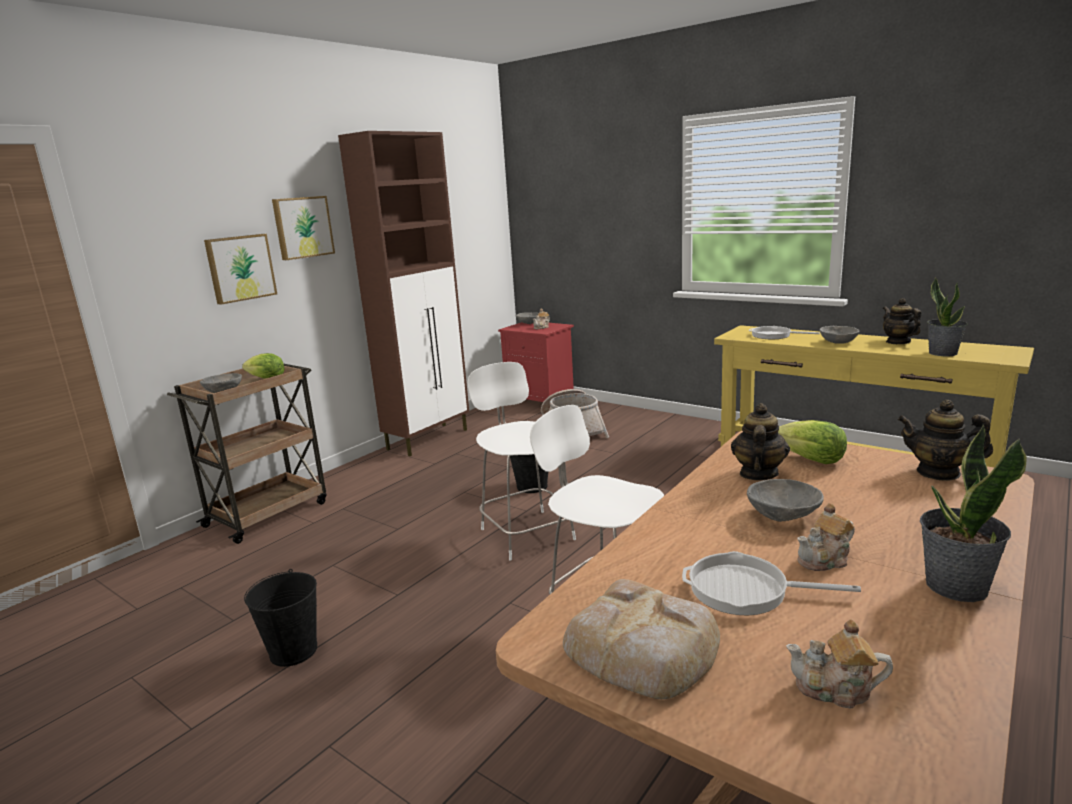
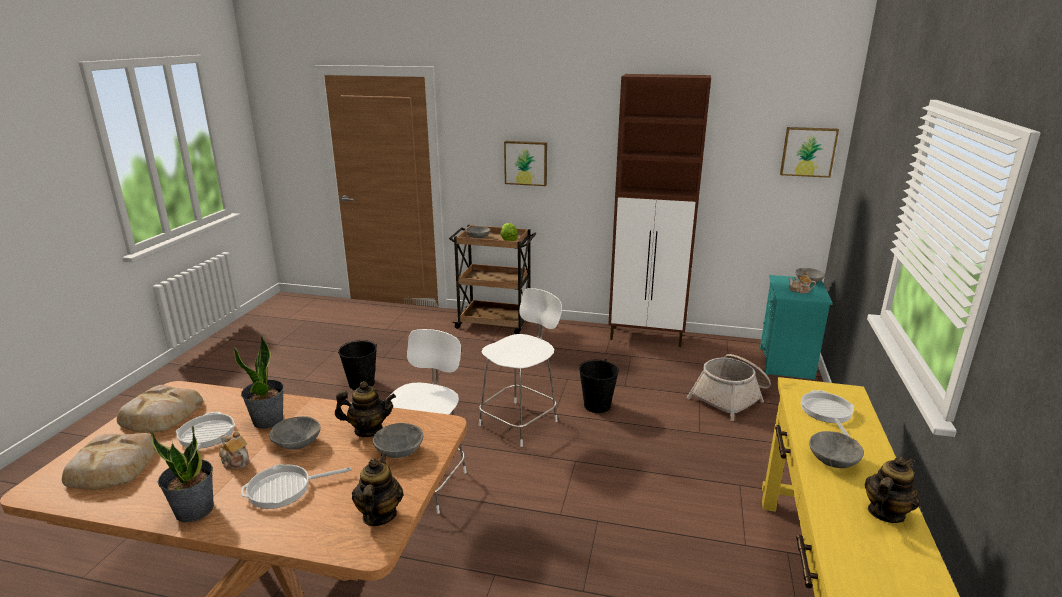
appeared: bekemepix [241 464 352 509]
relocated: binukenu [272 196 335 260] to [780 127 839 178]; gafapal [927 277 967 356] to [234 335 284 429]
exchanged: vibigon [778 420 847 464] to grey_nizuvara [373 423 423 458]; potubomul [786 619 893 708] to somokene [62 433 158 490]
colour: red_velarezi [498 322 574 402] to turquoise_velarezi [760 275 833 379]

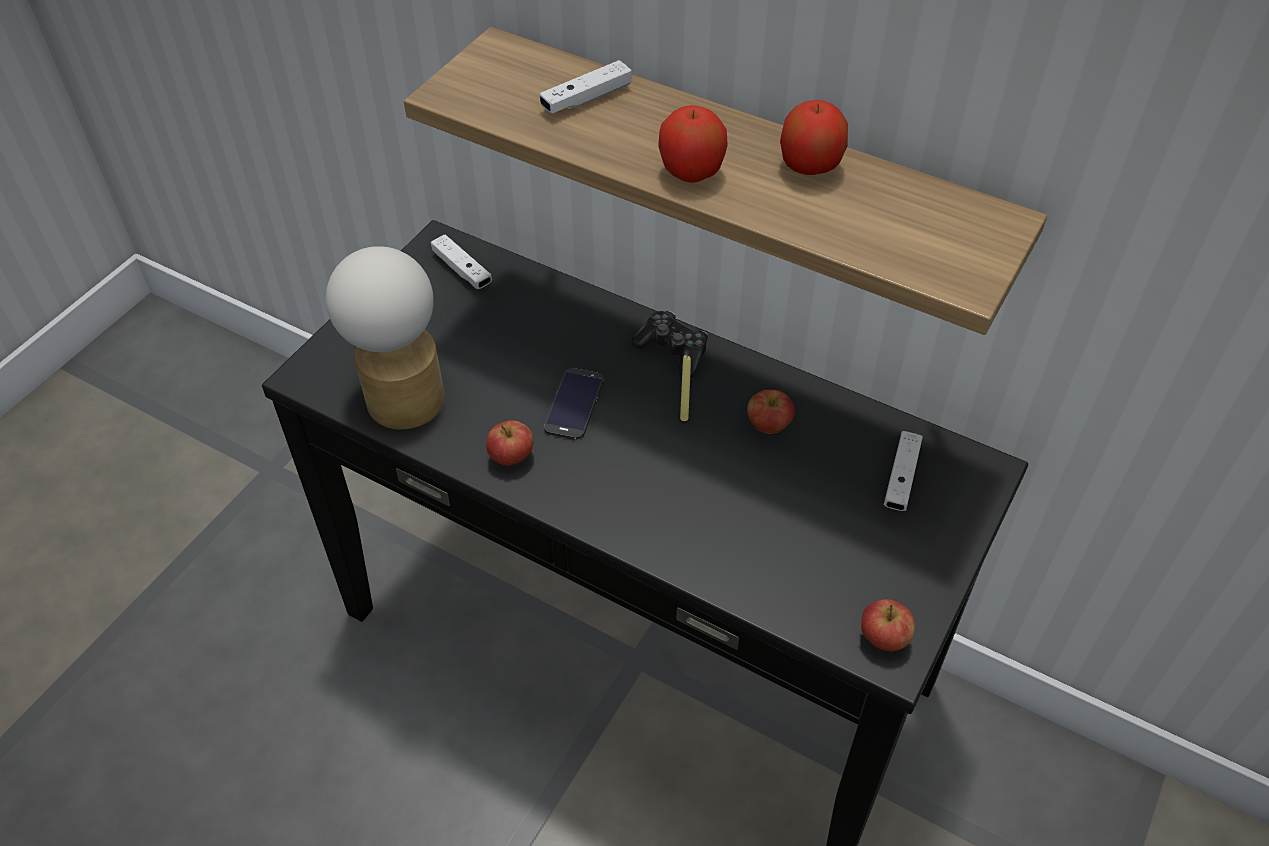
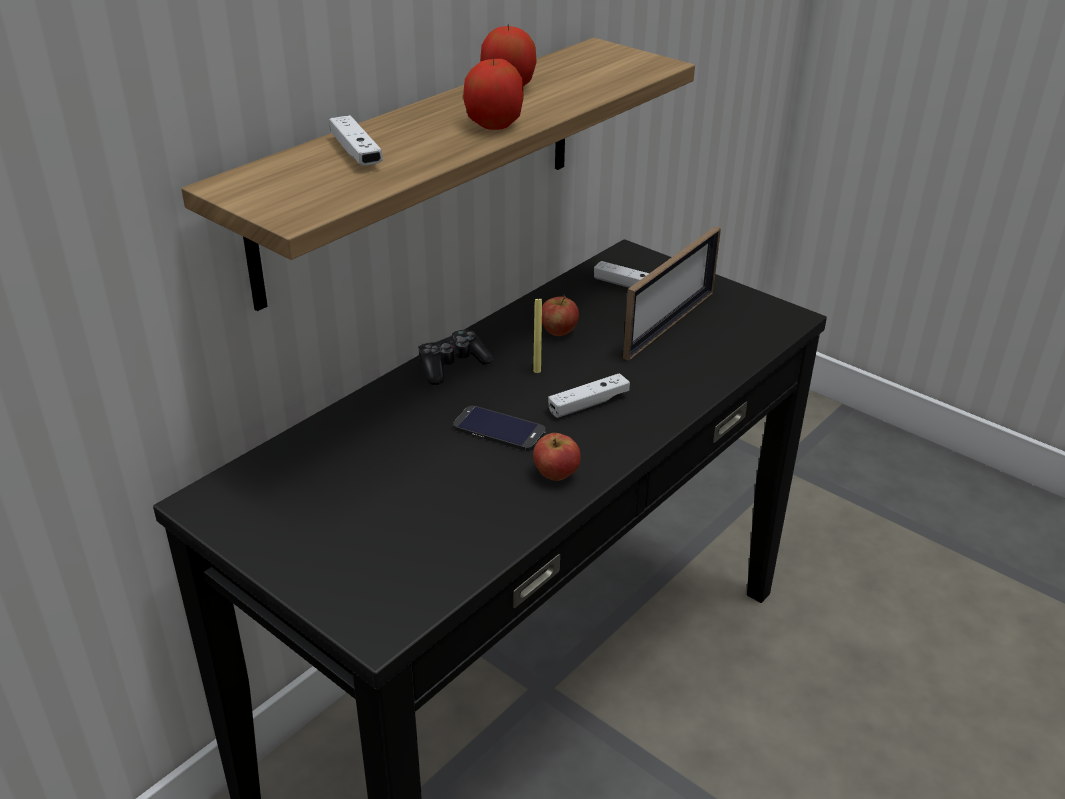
missing: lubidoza [326 246 445 430]; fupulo [861 599 915 652]
appeared: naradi [623 226 721 361]
relocated: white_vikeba [431 234 492 289] to [548 373 630 418]

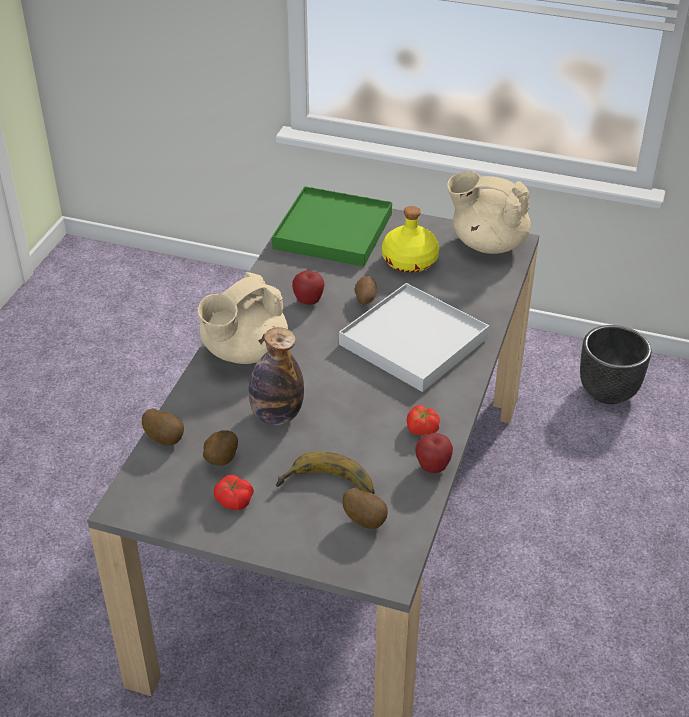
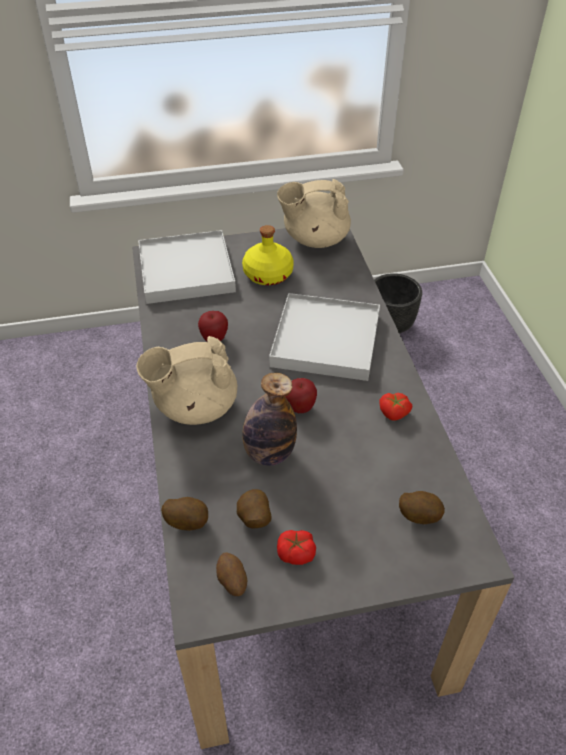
missing: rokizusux [276 452 375 494]
relocated: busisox [354 275 377 305] to [216 552 247 596]; fupulo [415 433 453 473] to [286 378 317 413]
colour: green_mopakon [272 186 392 267] to white_mopakon [138 230 236 304]
spun: beige_potubomul [197 272 288 364] = [136 336 237 425] 60 degrees clockwise

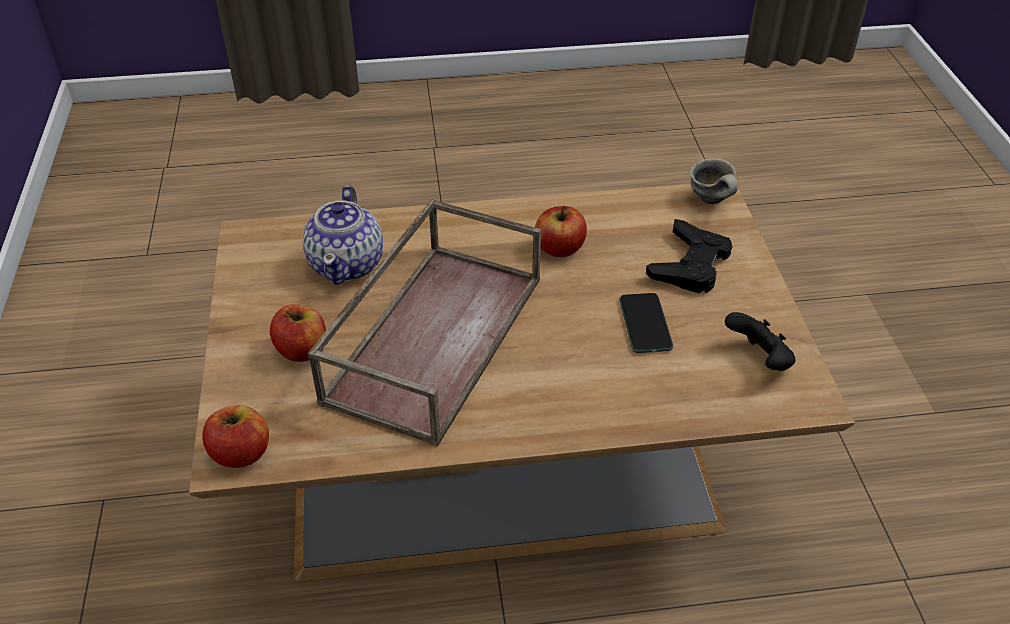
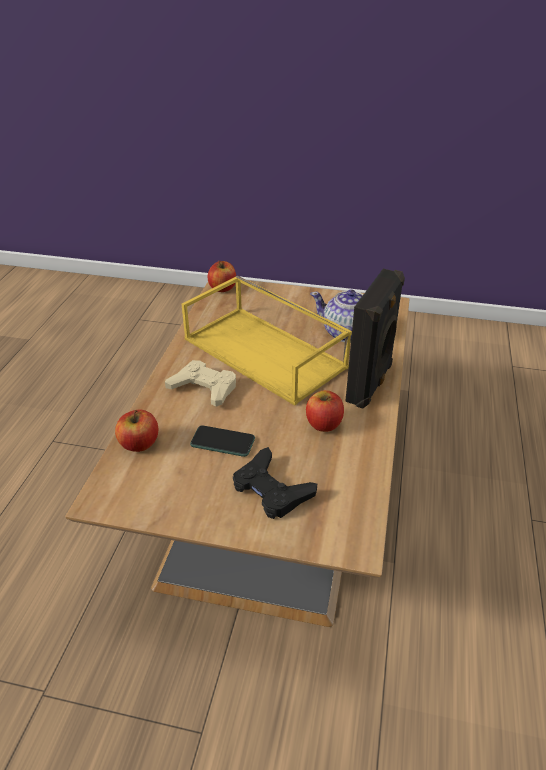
missing: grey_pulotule [690 158 738 204]; black_vikeba [725 312 796 371]
appeared: beige_vikeba [165 360 236 407]; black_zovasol [345 269 405 409]
relocated: fupulo [270 304 326 362] to [115 409 158 452]
colour: brown_mopakon [308 199 541 447] to yellow_mopakon [182 276 352 406]

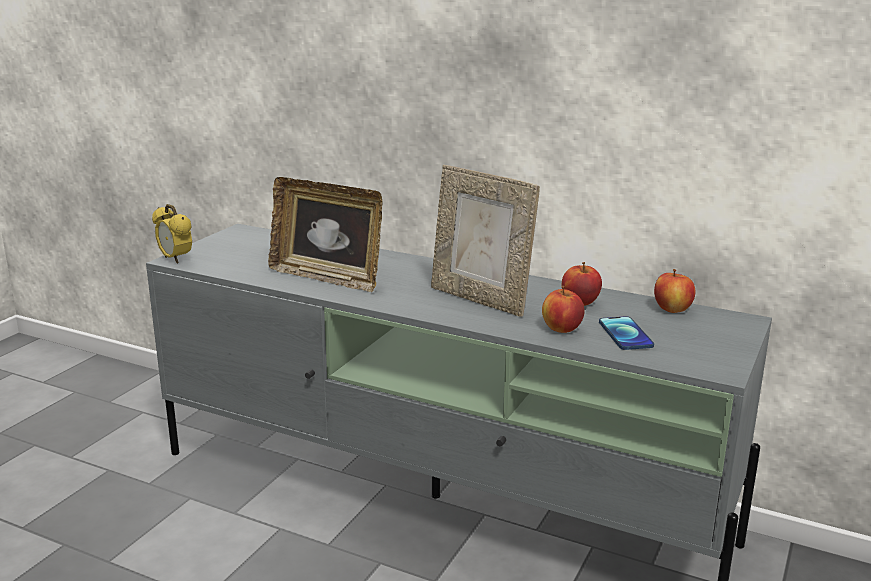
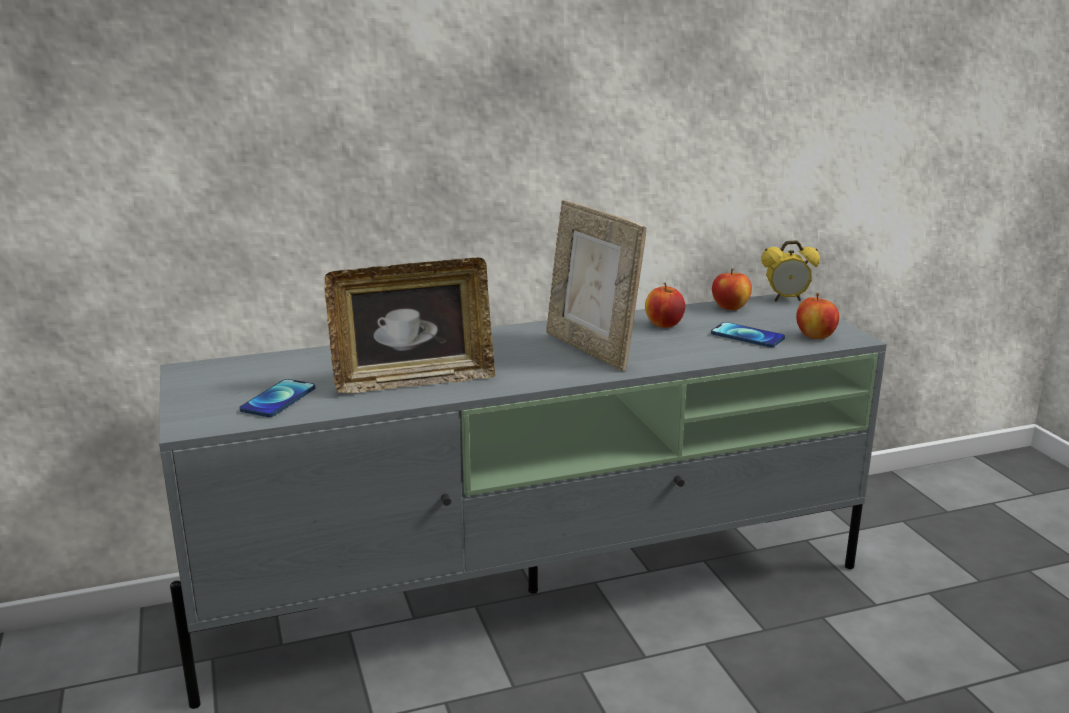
appeared: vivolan [240 379 315 417]
relocated: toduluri [152 204 192 263] to [761 240 820 301]; fupulo [542 286 585 333] to [796 293 839 339]
spun: naradi [431 165 540 317] = [546 200 646 371] 60 degrees clockwise

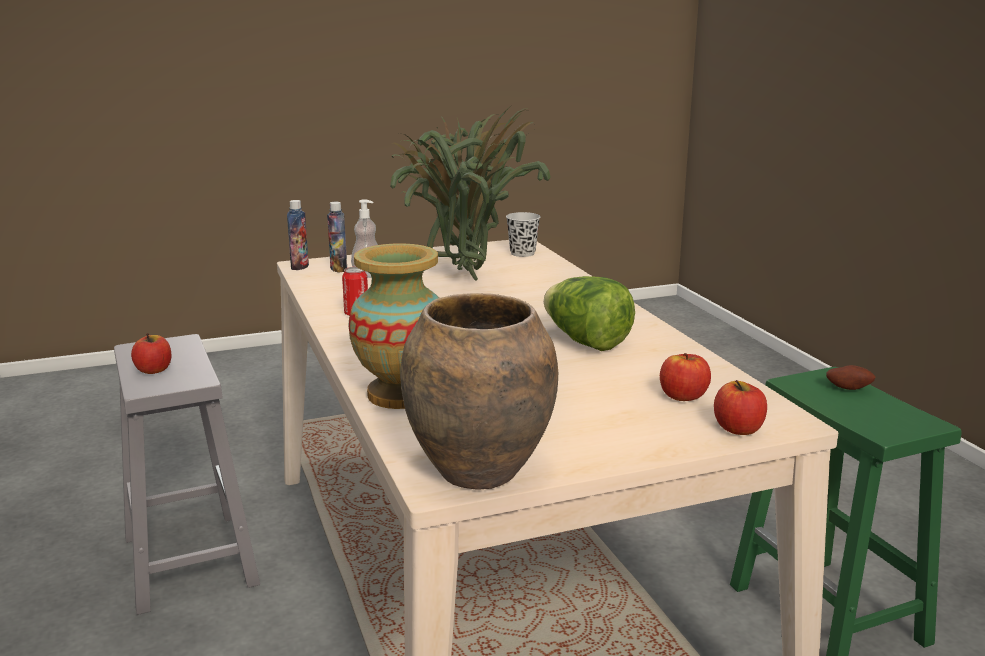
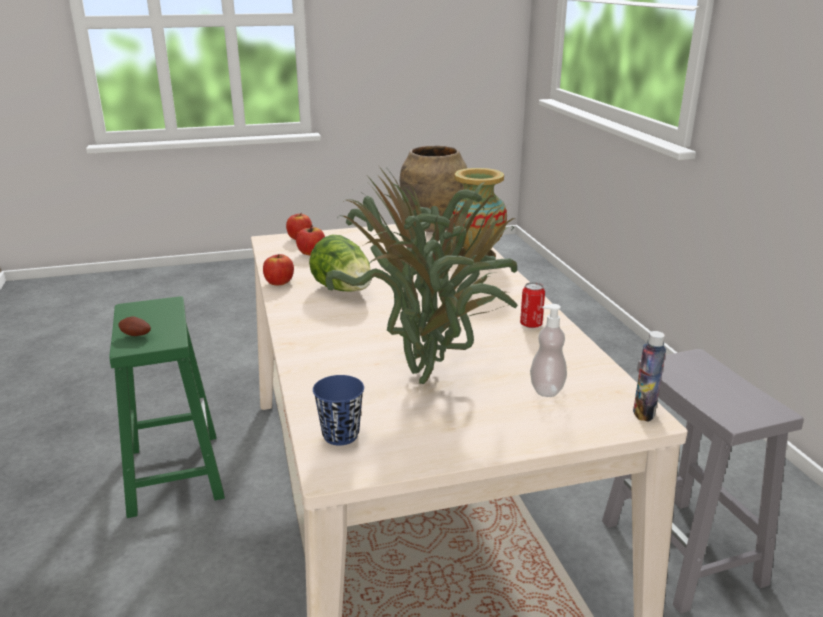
missing: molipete [327 202 347 273]
relocated: fupulo [131 333 172 374] to [263 254 294 285]
colour: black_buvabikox [506 212 541 257] to blue_buvabikox [313 375 364 446]

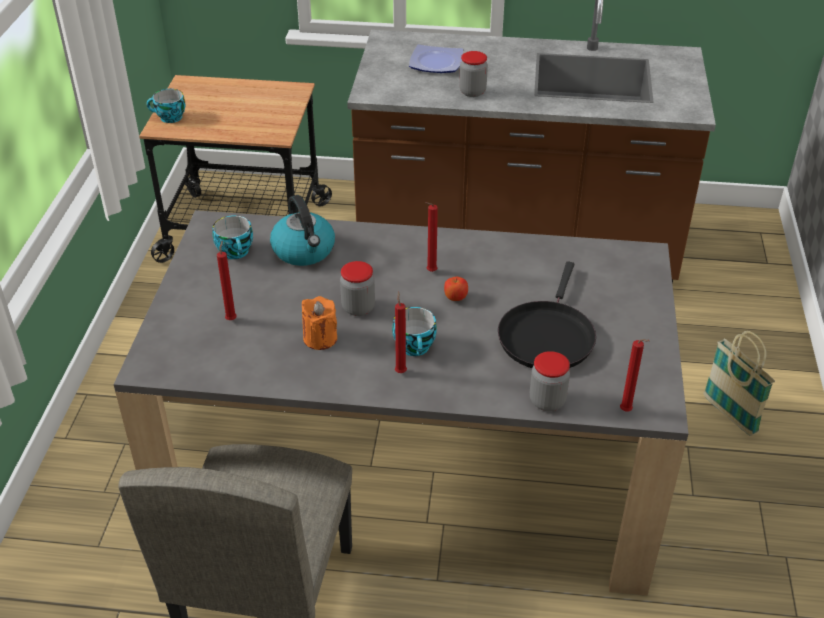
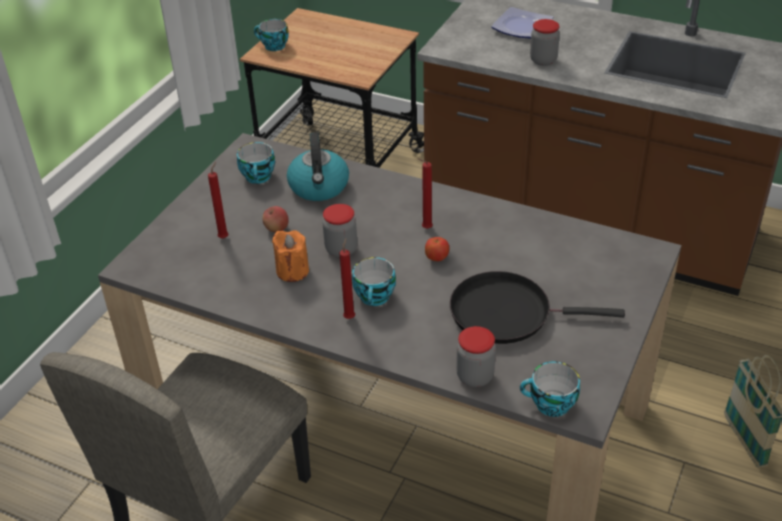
appeared: fupulo [263 206 289 233]
exchanged: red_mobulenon [620 339 650 411] to buvabikox [520 361 580 417]
spun: black_bekemepix [498 261 596 368] = [450 271 625 344] 60 degrees clockwise

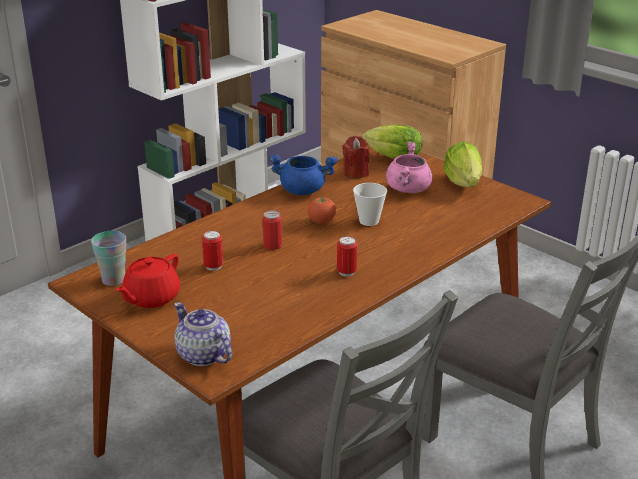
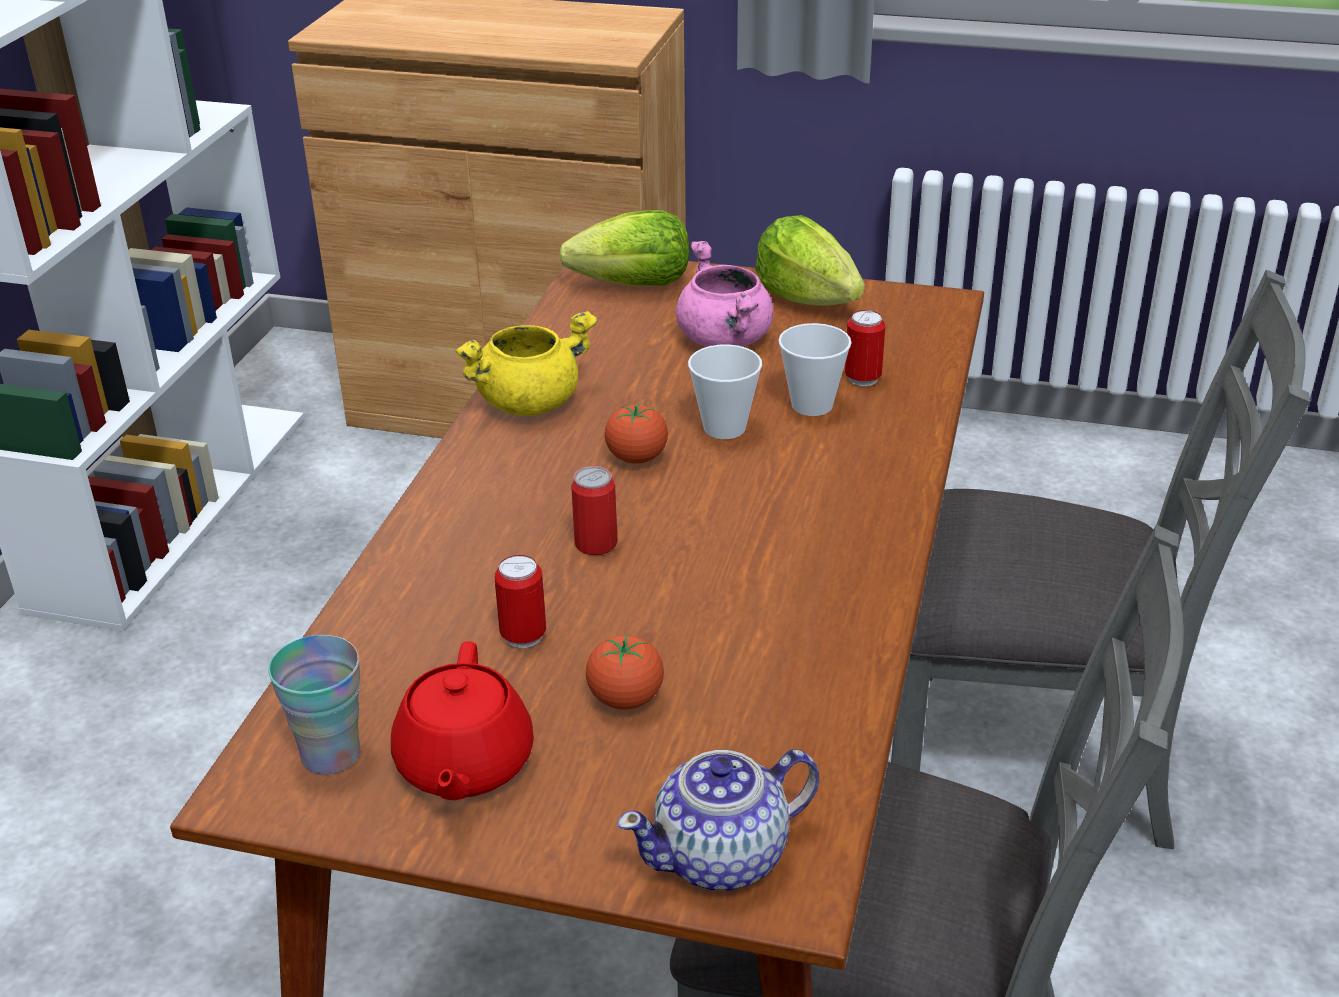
missing: red_mobulenon [343 136 370 178]
appeared: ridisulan [586 634 664 710]; buvabikox [779 323 852 416]
relocated: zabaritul [337 236 357 277] to [845 310 886 386]
colour: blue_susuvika [270 155 338 195] to yellow_susuvika [456 311 598 416]
spun: potubomul [174 302 232 366] = [617 749 819 891] 45 degrees counterclockwise

